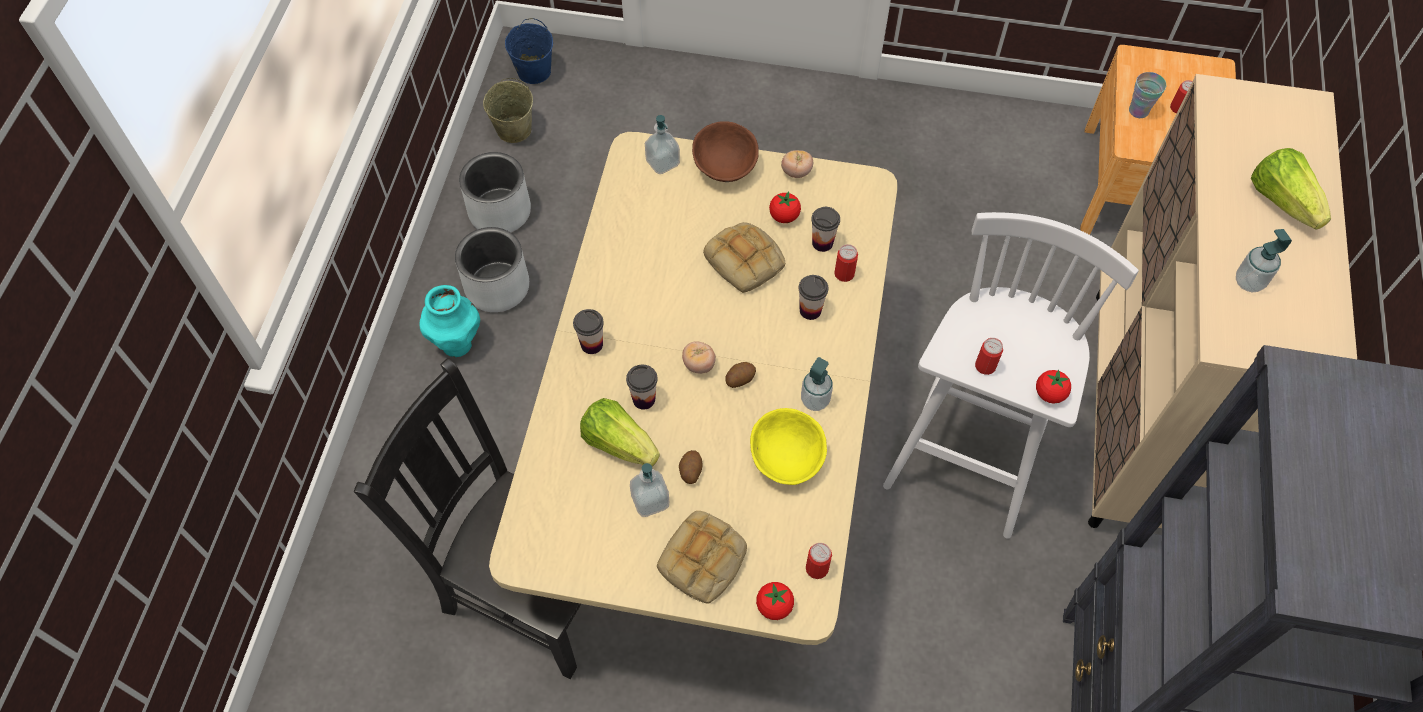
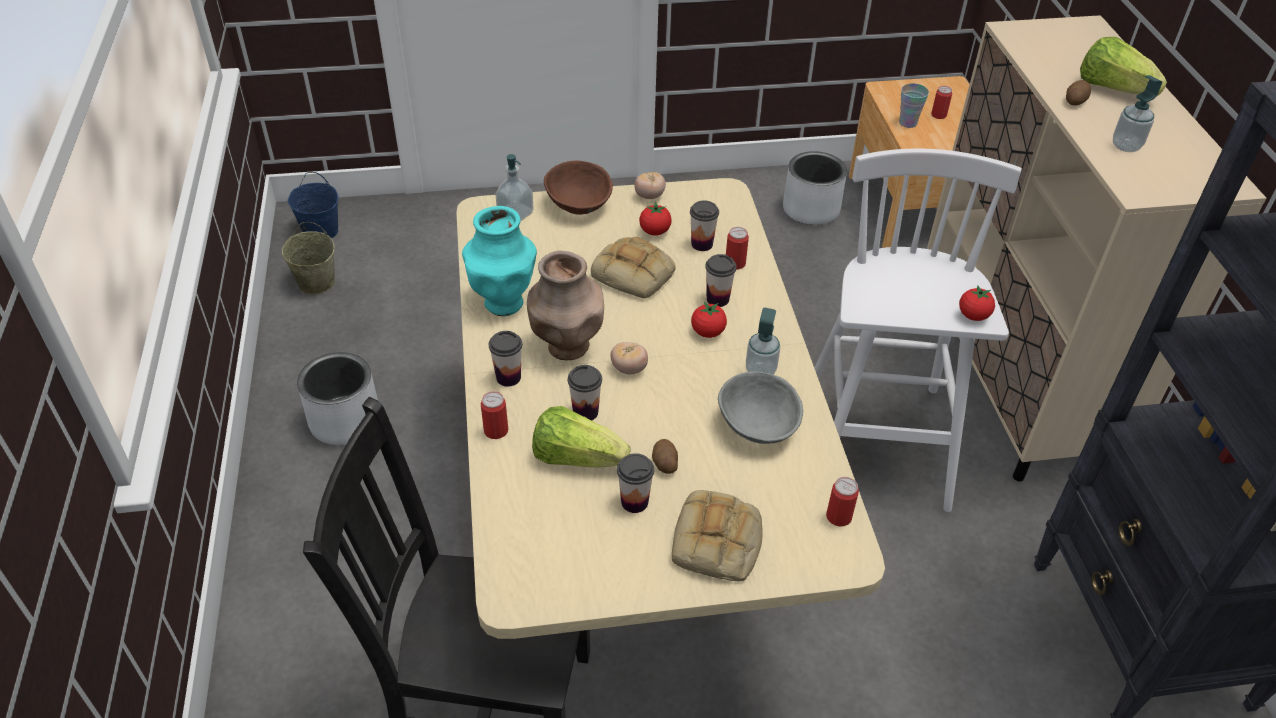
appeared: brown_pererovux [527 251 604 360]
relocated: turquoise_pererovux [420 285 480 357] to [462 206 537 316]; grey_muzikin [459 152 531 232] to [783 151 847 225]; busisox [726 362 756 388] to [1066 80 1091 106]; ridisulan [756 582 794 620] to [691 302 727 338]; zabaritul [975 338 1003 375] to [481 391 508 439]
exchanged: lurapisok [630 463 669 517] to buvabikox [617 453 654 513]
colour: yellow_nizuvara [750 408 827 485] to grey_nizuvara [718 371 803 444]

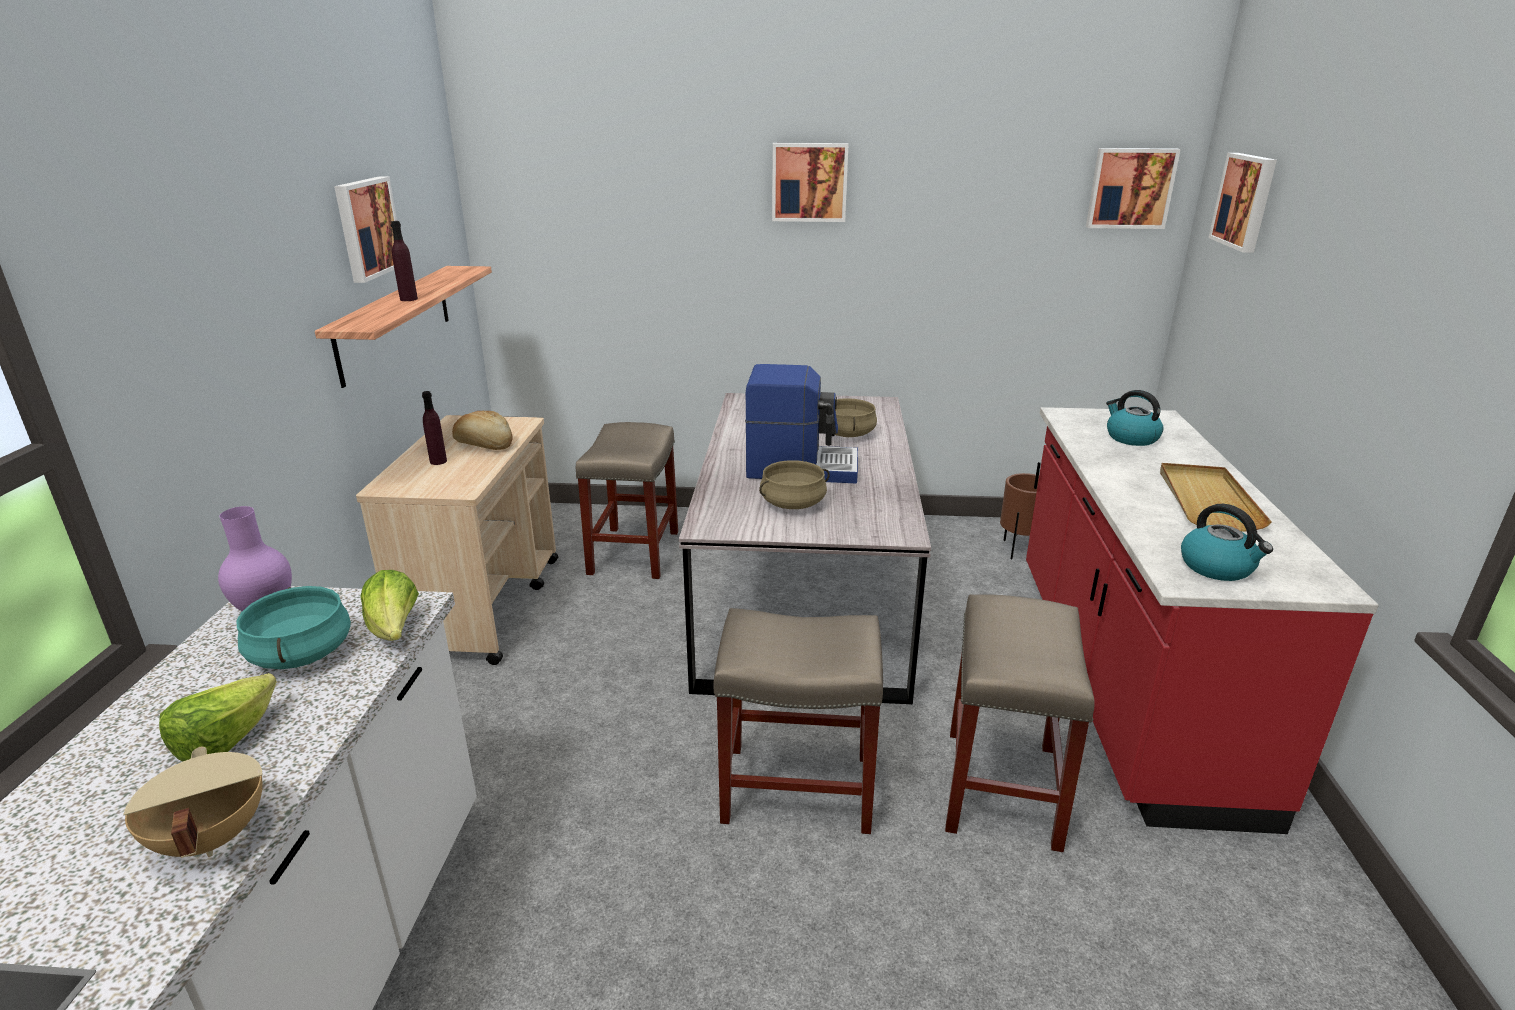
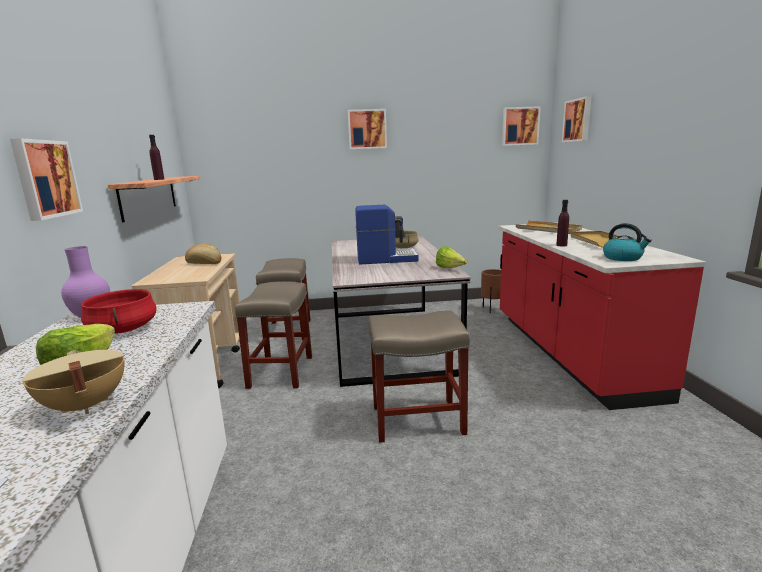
missing: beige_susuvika [759 460 830 509]
relocated: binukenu [334 176 397 283] to [10 138 83 221]; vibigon [360 570 419 641] to [436 247 467 268]; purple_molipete [422 391 447 465] to [556 200 569 246]; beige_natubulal [945 594 1095 852] to [235 281 312 389]
exchanged: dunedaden [1106 390 1163 446] to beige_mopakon [516 221 582 234]
colour: turquoise_susuvika [236 586 351 669] to red_susuvika [81 289 157 334]

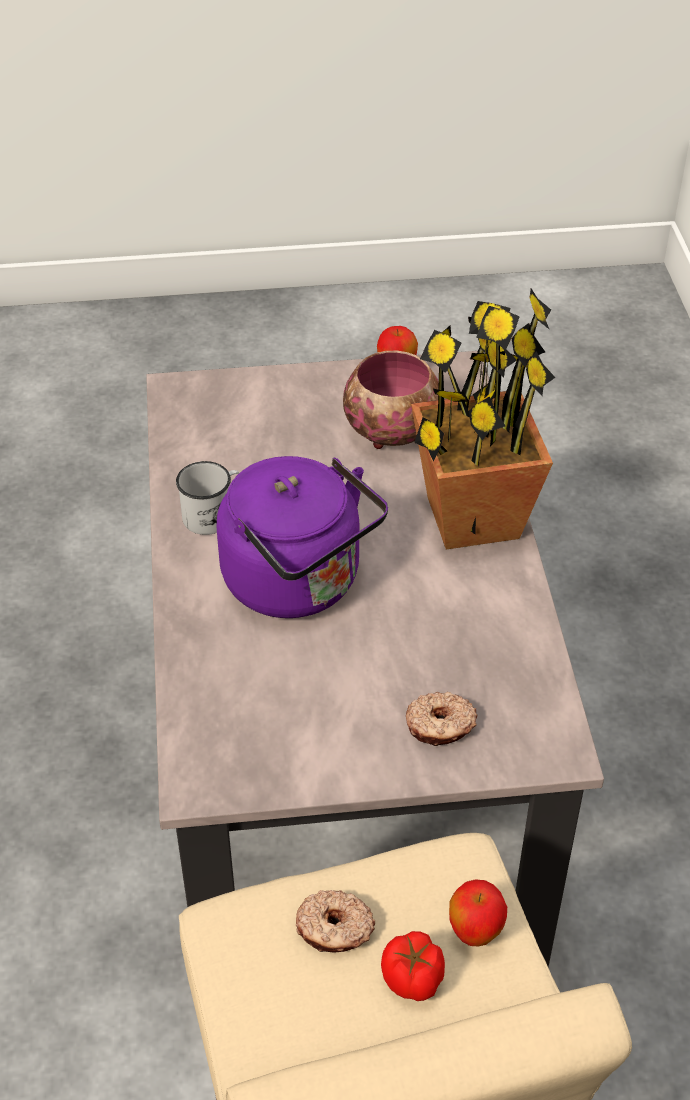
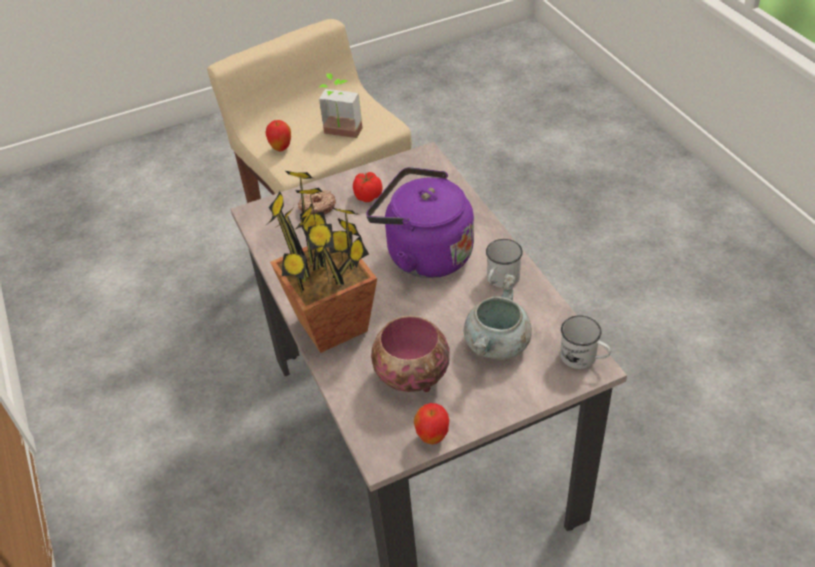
appeared: grey_susuvika [464 273 532 360]; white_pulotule [560 315 611 369]
relocated: ridisulan [381 931 445 1001] to [353 172 383 202]
exchanged: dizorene [296 890 375 953] to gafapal [319 73 363 138]

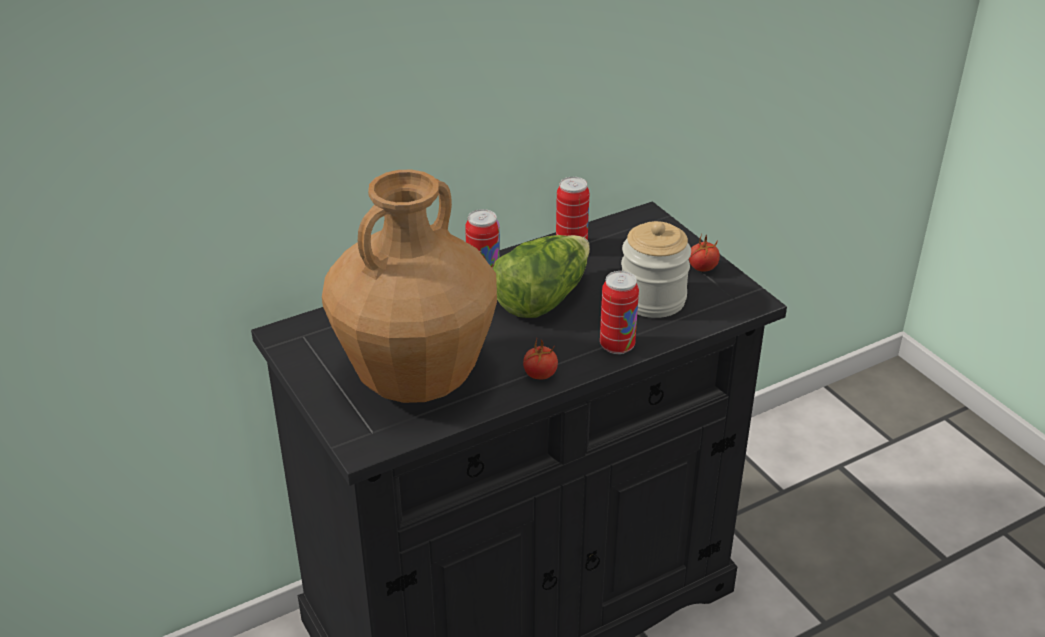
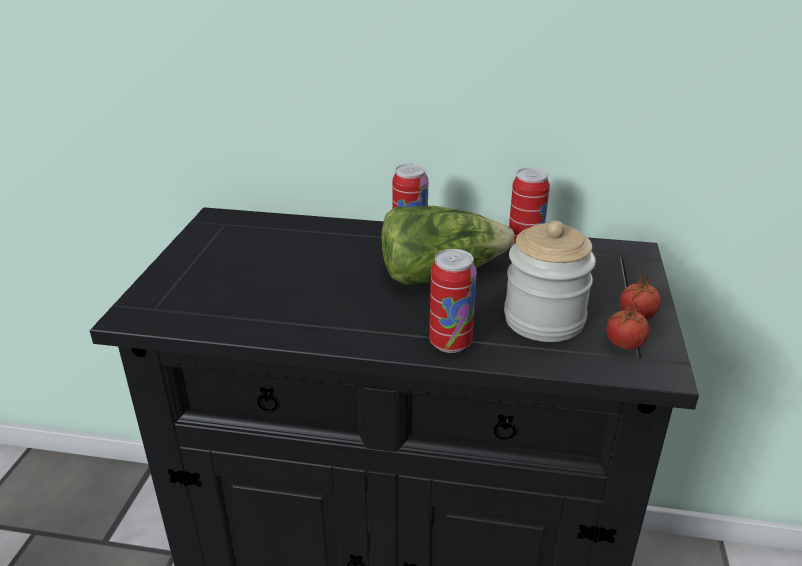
missing: brown_pererovux [322 170 497 403]
relocated: ridisulan [523 340 558 379] to [606 298 649 350]

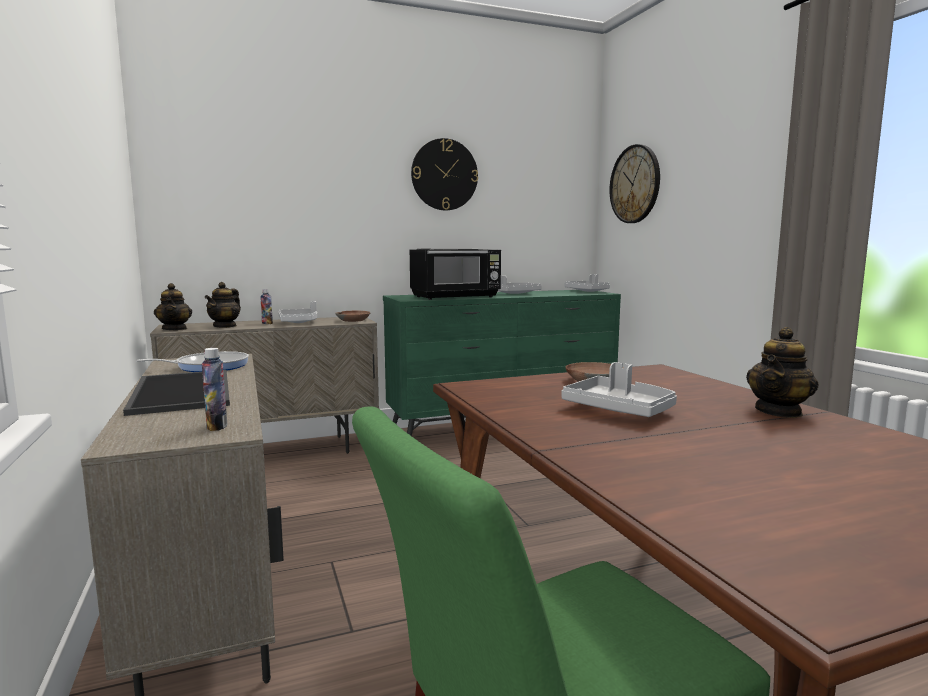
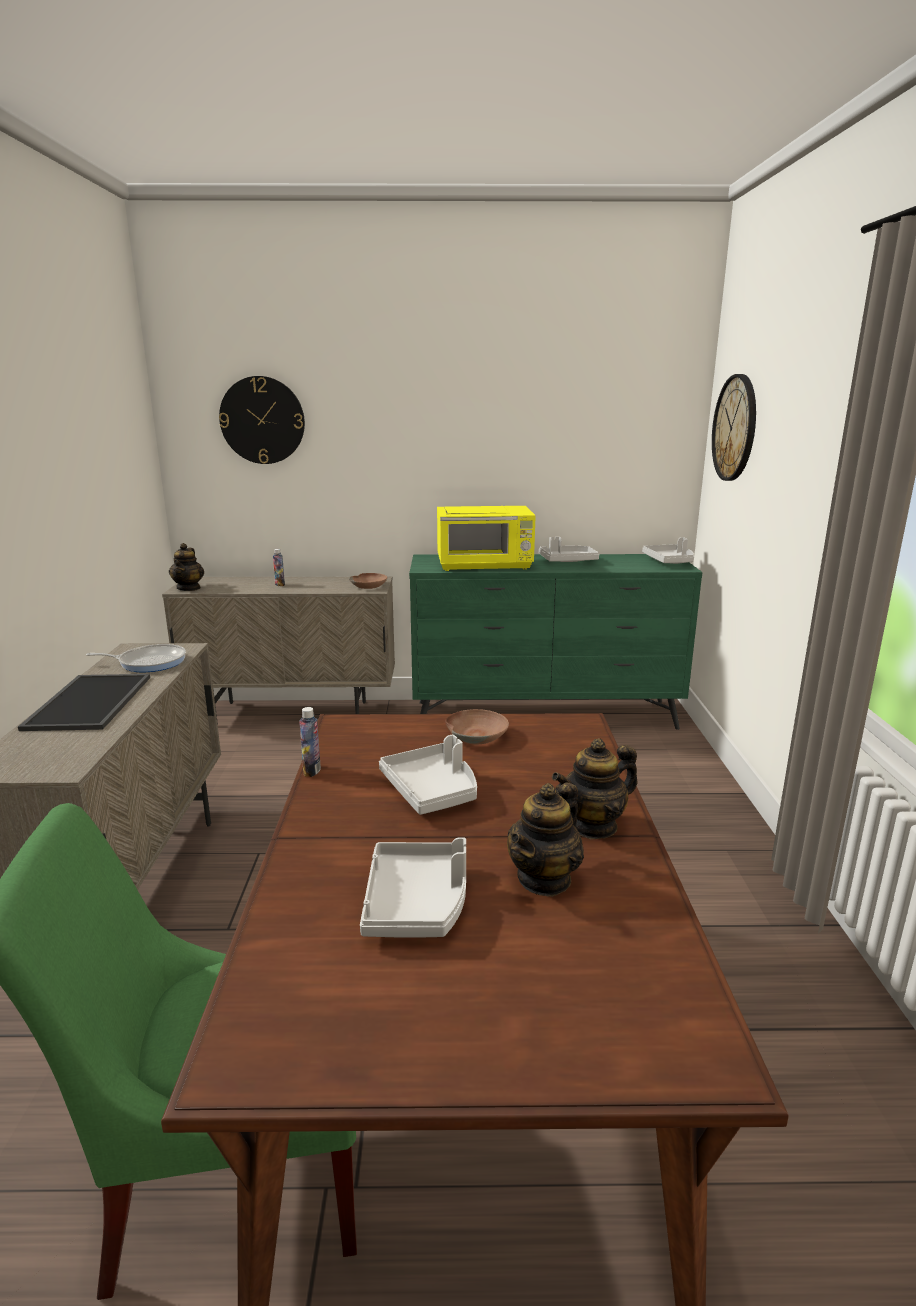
relocated: molipete [202 348 227 431] to [299 707 321 777]; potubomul [205 282 241 328] to [507 782 584 897]; grey_mopakon [278 301 317 323] to [360 837 466 938]; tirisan [411 138 478 210] to [219 376 305 464]
colour: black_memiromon [410 248 501 300] to yellow_memiromon [437 506 536 571]

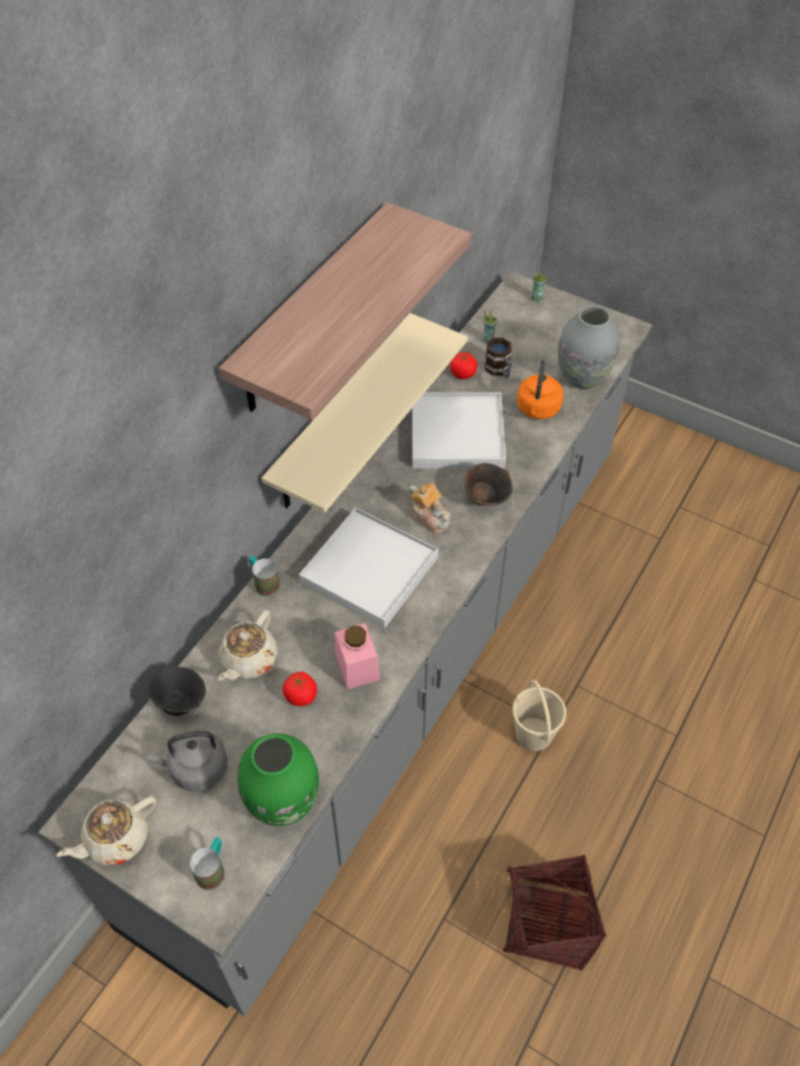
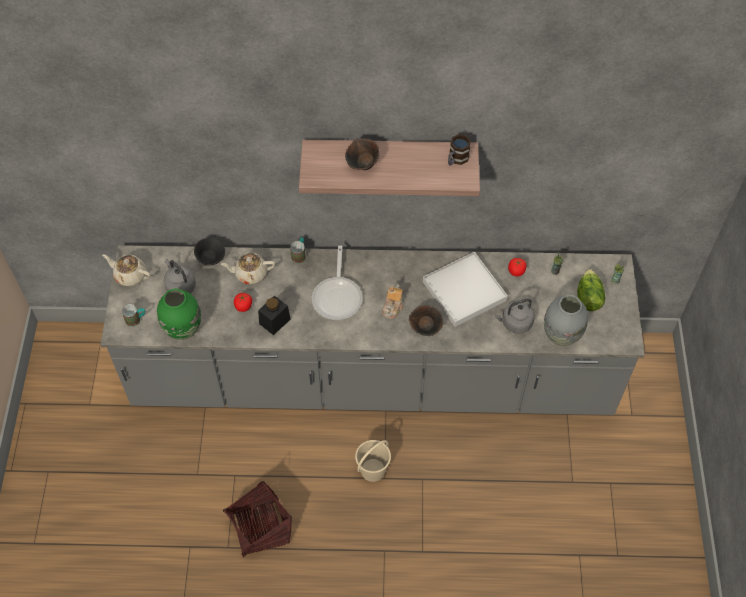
missing: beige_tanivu [261 313 468 513]
appeared: brown_nizuvara [345 138 380 170]; vibigon [577 269 606 311]
relocated: pulotule [485 338 512 378] to [448 134 471 166]
exchanged: white_mopakon [299 507 438 629] to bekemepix [312 246 363 320]
colour: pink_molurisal [335 623 380 689] to black_molurisal [258 296 291 335]; orange_dunedaden [517 360 563 419] to grey_dunedaden [495 298 535 333]

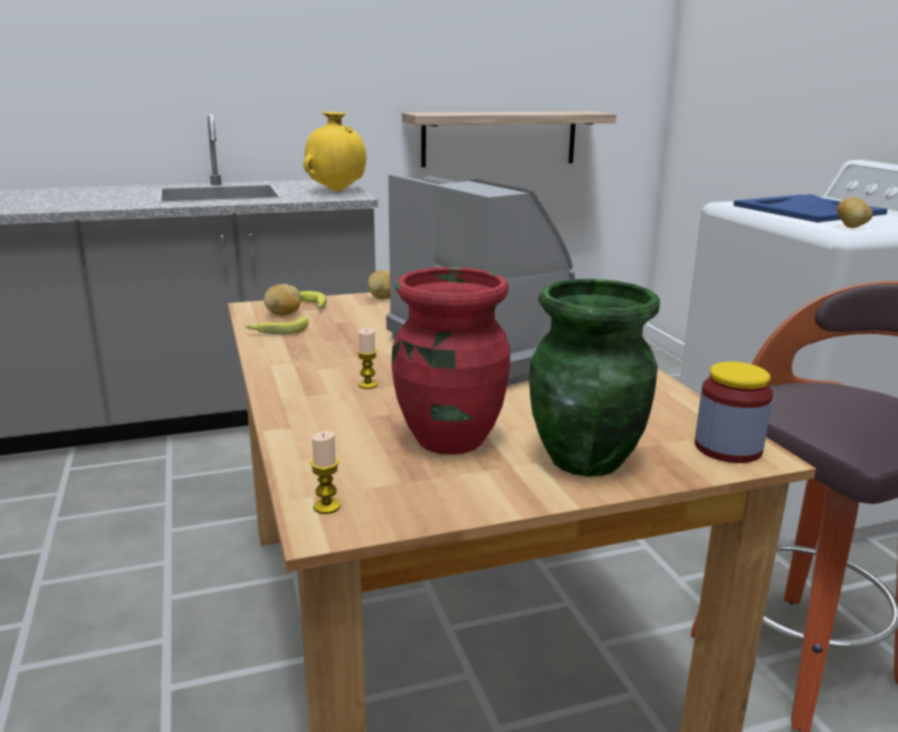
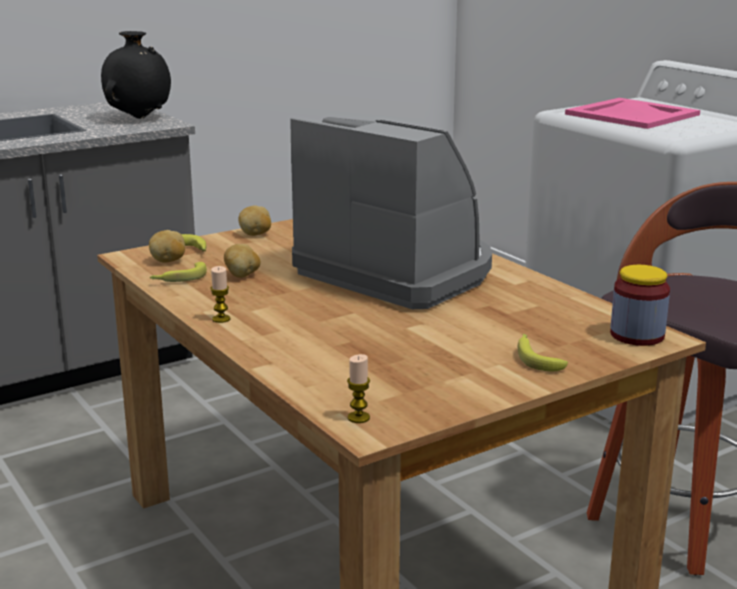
missing: red_pererovux [392 267 510 455]; tanivu [402 111 616 167]
relocated: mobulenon [357 328 378 389] to [210 266 231 323]; busisox [837 197 873 228] to [224 244 261 278]
exchanged: green_pererovux [529 279 660 477] to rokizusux [518 334 568 371]
colour: yellow_pererovux [303 112 366 192] to black_pererovux [101 31 171 119]; blue_mopakon [733 194 888 223] to pink_mopakon [565 98 700 129]

